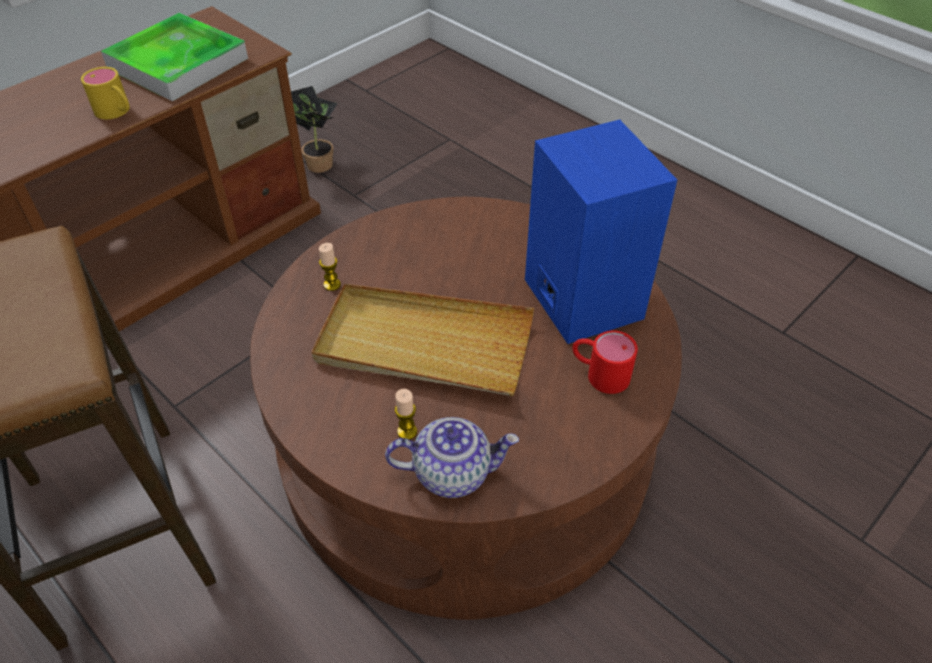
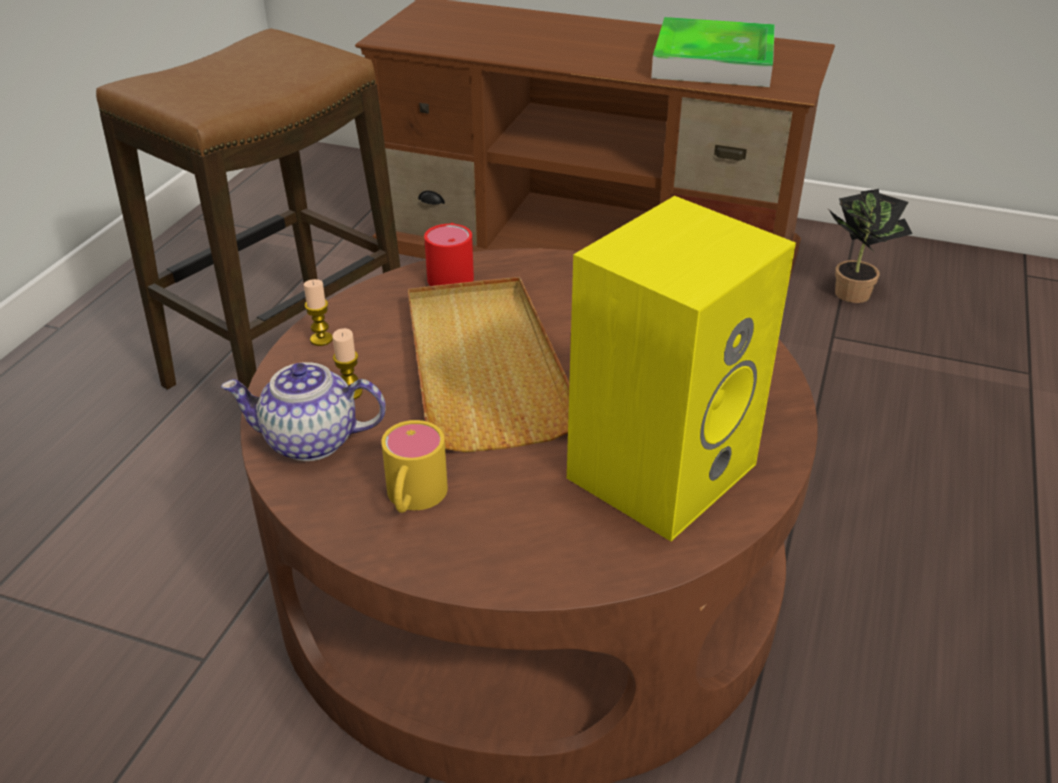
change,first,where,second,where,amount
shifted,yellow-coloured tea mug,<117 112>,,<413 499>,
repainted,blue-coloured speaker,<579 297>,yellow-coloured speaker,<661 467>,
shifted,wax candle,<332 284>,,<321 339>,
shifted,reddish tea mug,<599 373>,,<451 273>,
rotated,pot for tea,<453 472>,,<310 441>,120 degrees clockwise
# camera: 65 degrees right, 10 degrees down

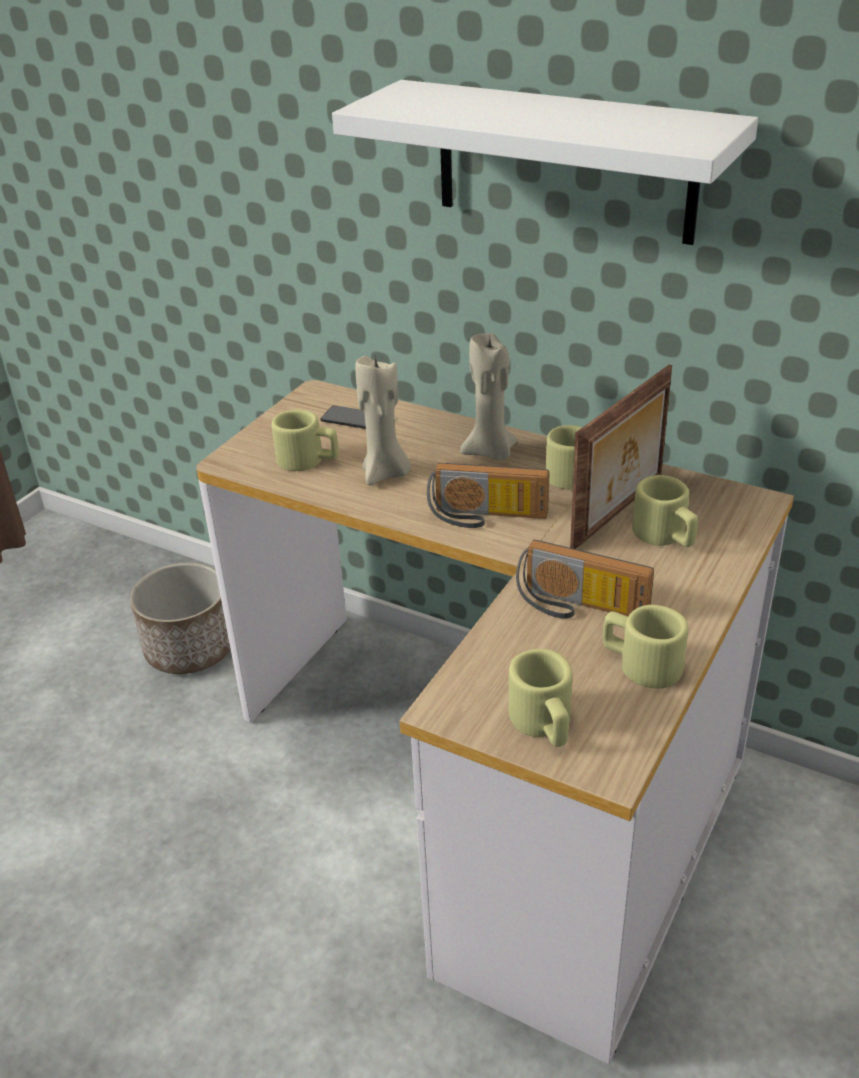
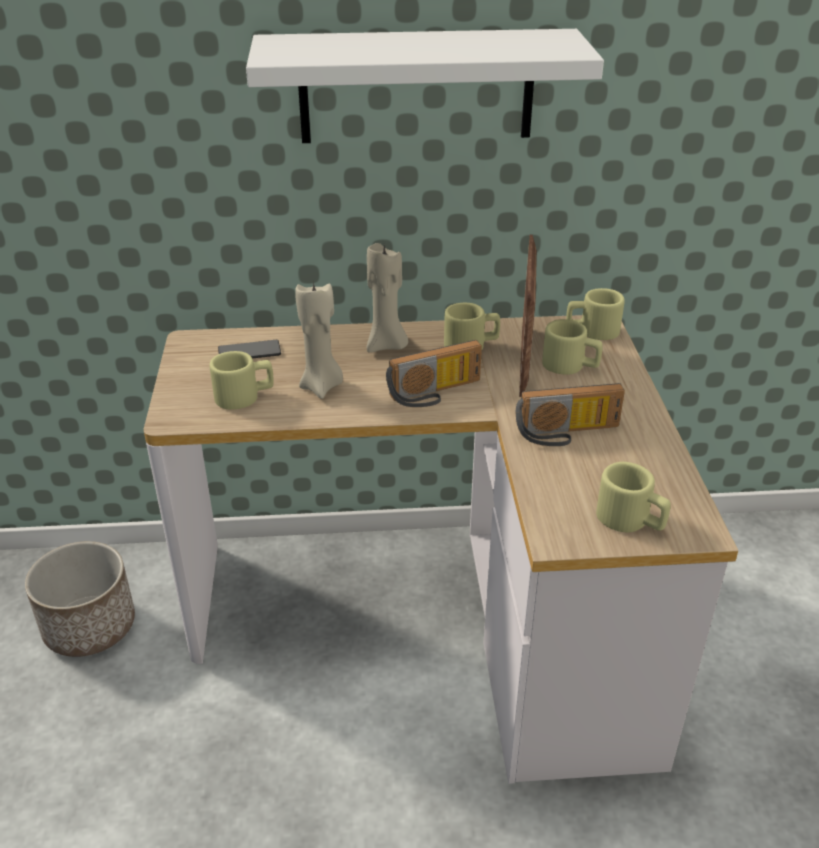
change,first,where,second,where,amount
shifted,sand-coloured tea mug,<640 664>,,<592 331>,
# camera: 35 degrees left, 0 degrees up

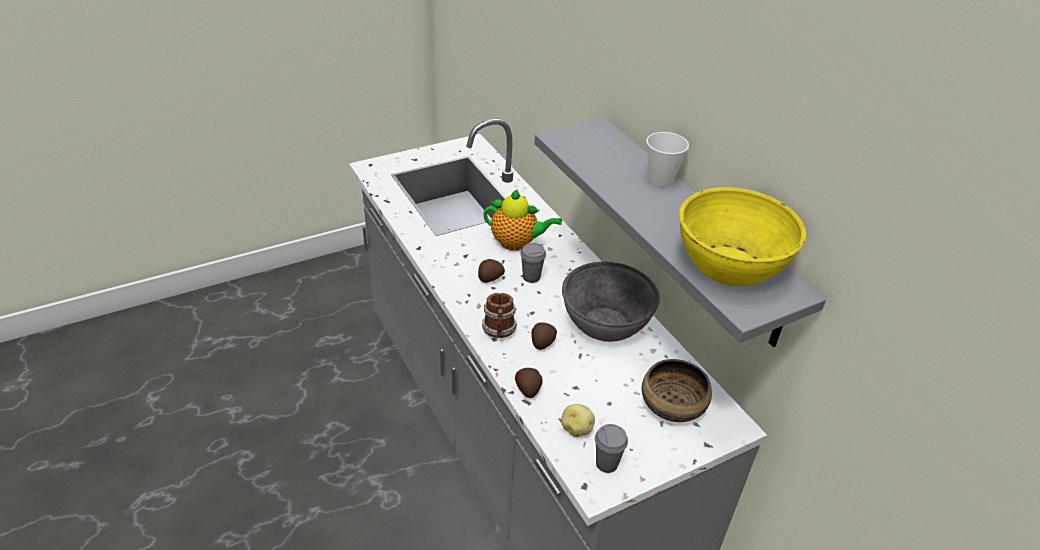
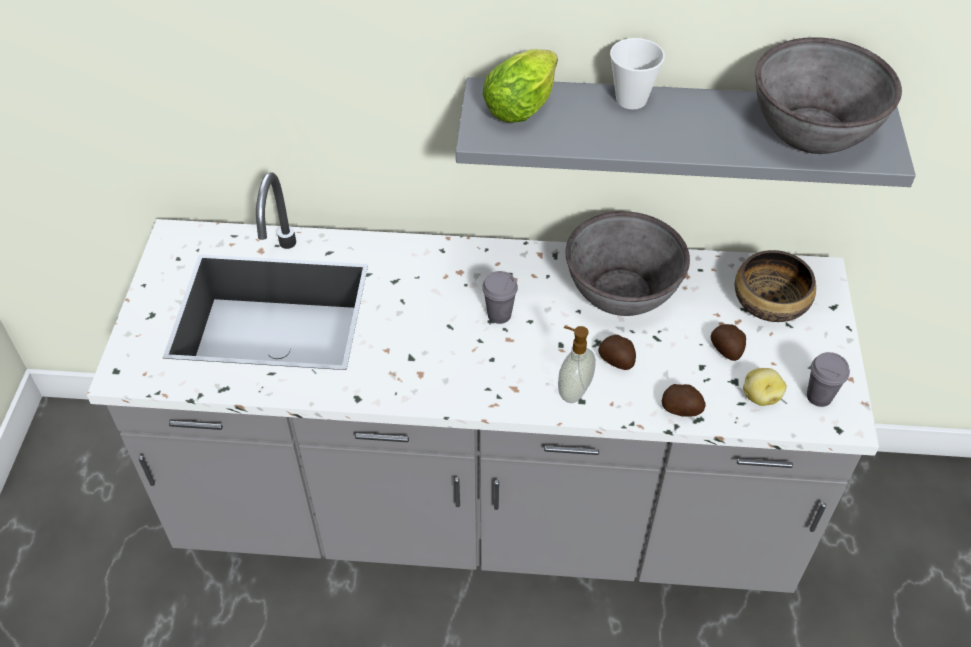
change,first,where,second,where,amount
repainted,yellow-coloured serving bowl,<729 266>,gray serving bowl,<813 130>,
gone,pot for tea,<517 243>,,,
shifted,whole potato,<490 278>,,<727 350>,
swapped,tea mug,<499 332>,soap bottle,<573 390>,
new,,,lettuce head,<524 104>,
# camera: 55 degrees left, 10 degrees up

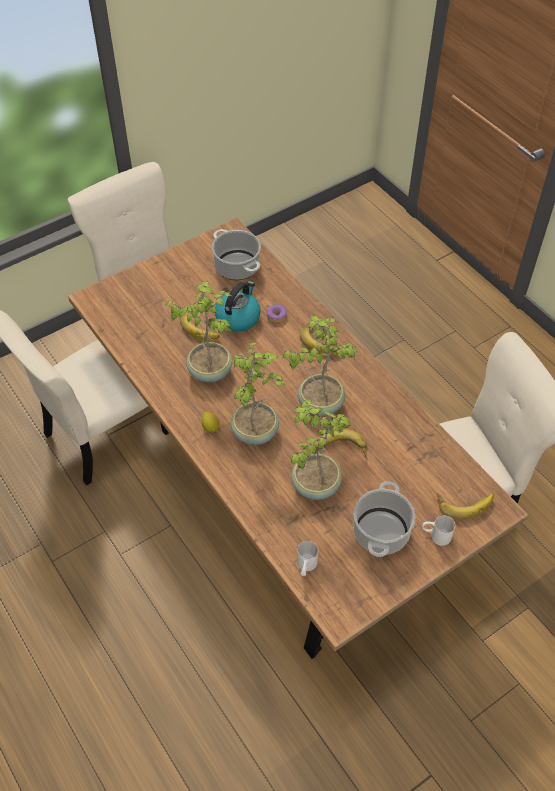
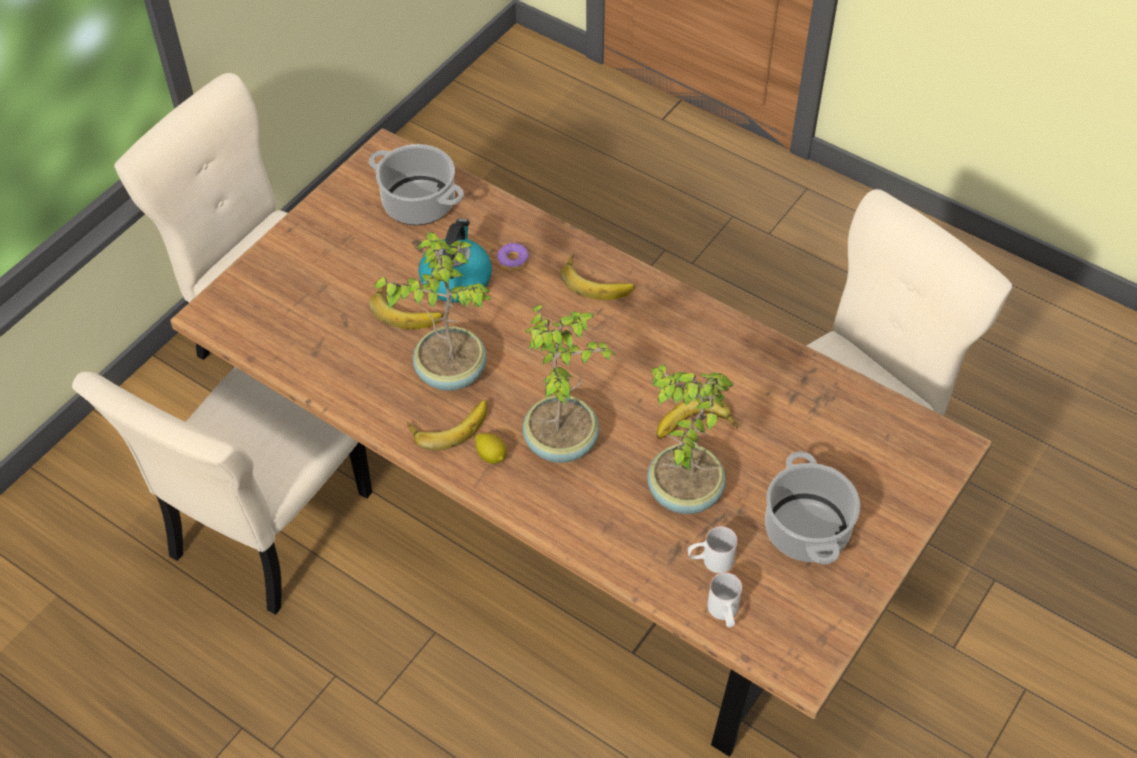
change,first,where,second,where,amount
gone,potted plant,<320 403>,,,
shifted,banana fruit,<464 502>,,<449 424>,
shifted,white-coloured tea mug,<435 535>,,<710 560>,
# camera: 20 degrees left, 0 degrees up

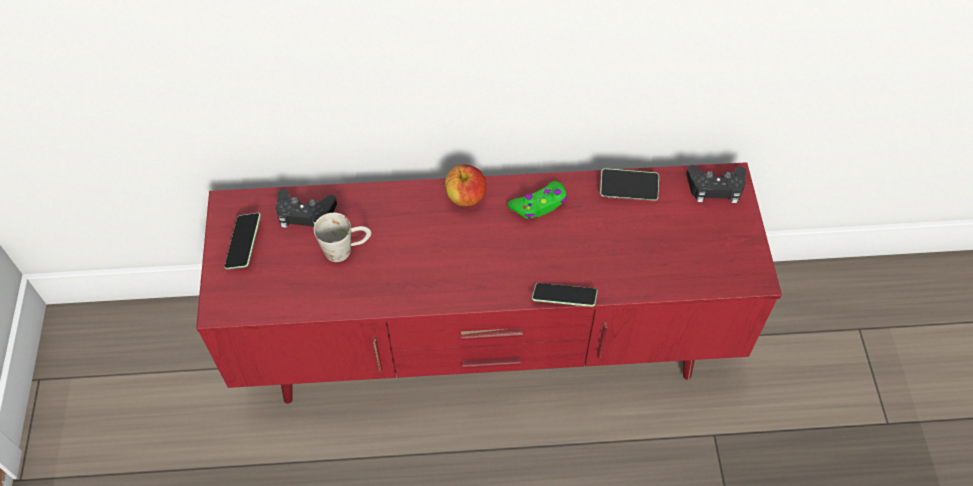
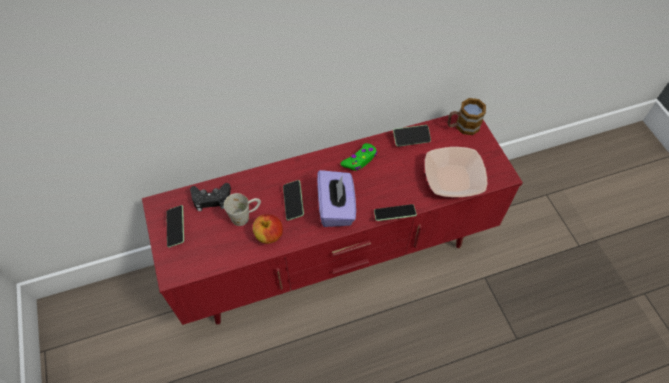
change,first,where,second,where,amount
shifted,apple fruit,<466 197>,,<269 235>,
swapped,black-coloured game controller,<715 187>,tea mug,<462 126>,
new,,,serving bowl,<453 179>,
new,,,purple tissue holder,<336 208>,
new,,,phone,<293 203>,
# camera: 15 degrees left, 0 degrees up

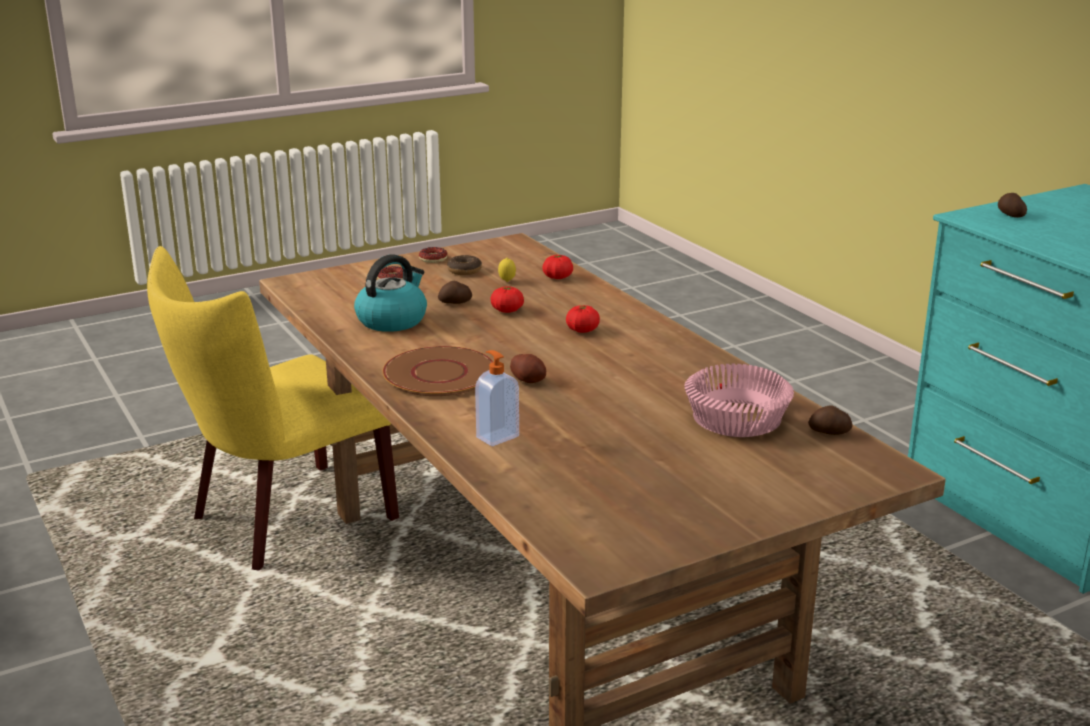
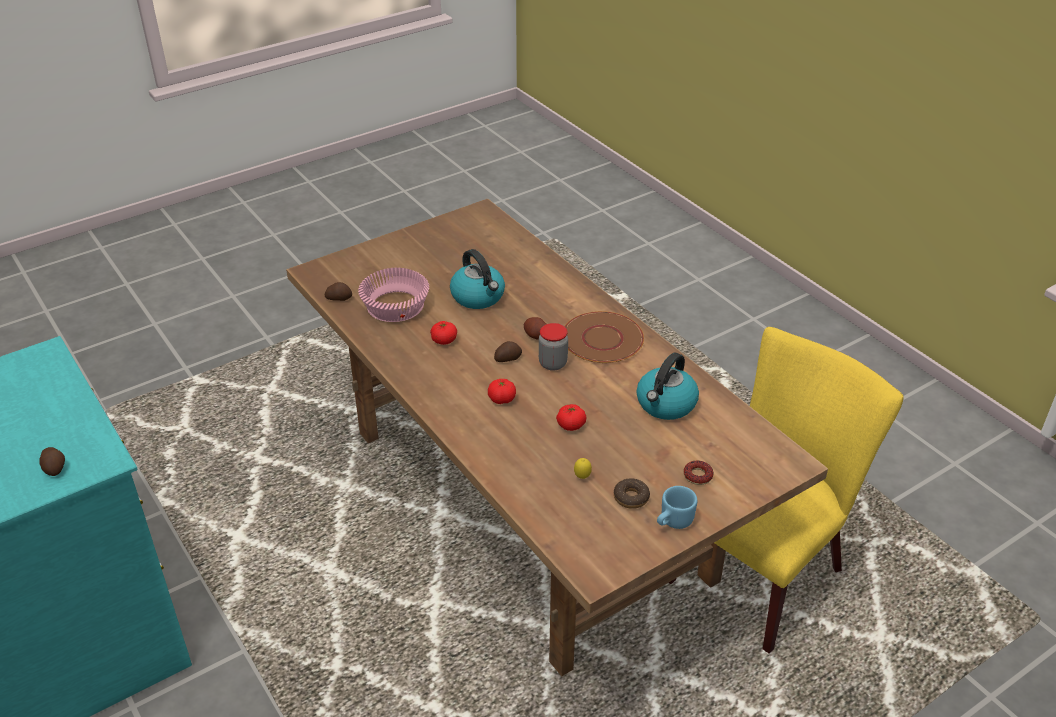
change,first,where,second,where,amount
swapped,donut,<433 259>,blue-coloured tea mug,<672 522>,
shifted,tomato,<557 277>,,<444 340>,
shifted,whole potato,<455 303>,,<507 358>,
gone,soap bottle,<496 436>,,,
new,,,tea kettle,<478 297>,
new,,,preserve jar,<553 363>,
# camera: 175 degrees right, 15 degrees up

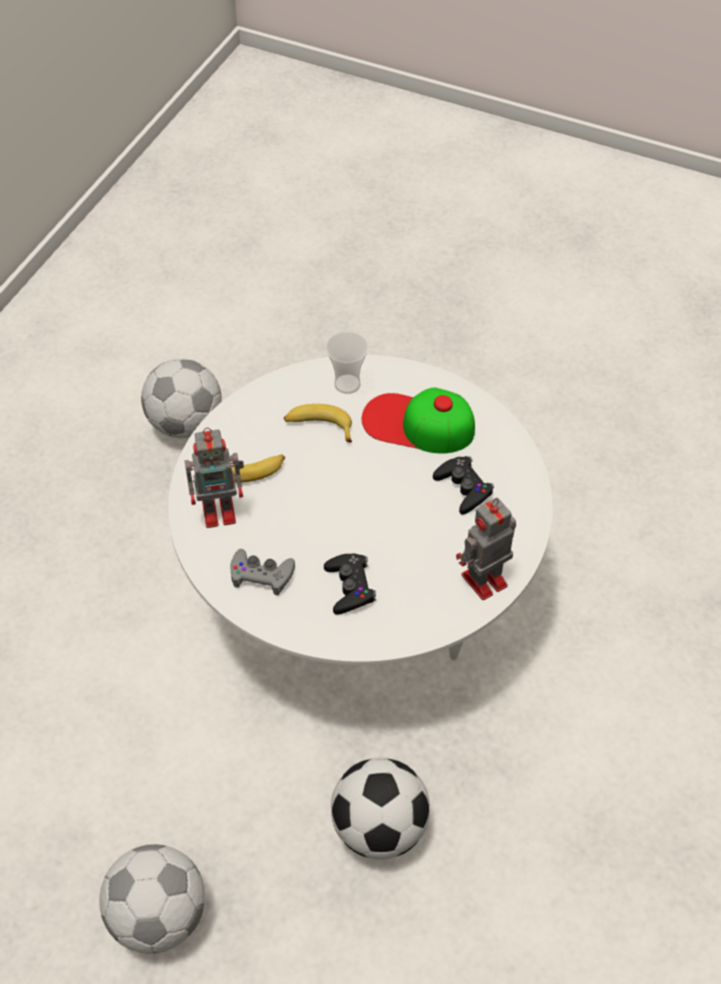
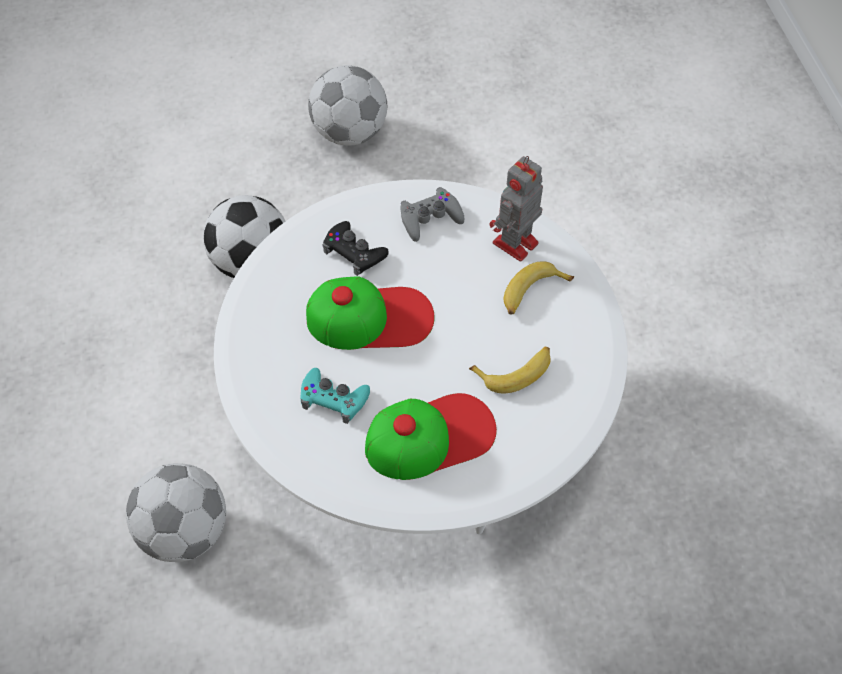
change,first,where,second,where,amount
gone,cup,<347 384>,,,
shifted,football ball,<186 423>,,<184 532>,
repainted,black-coloured game controller,<463 488>,turquoise game controller,<333 398>,
gone,model robot,<482 581>,,,
new,,,peaked cap,<370 318>,
# camera: 140 degrees right, 5 degrees up

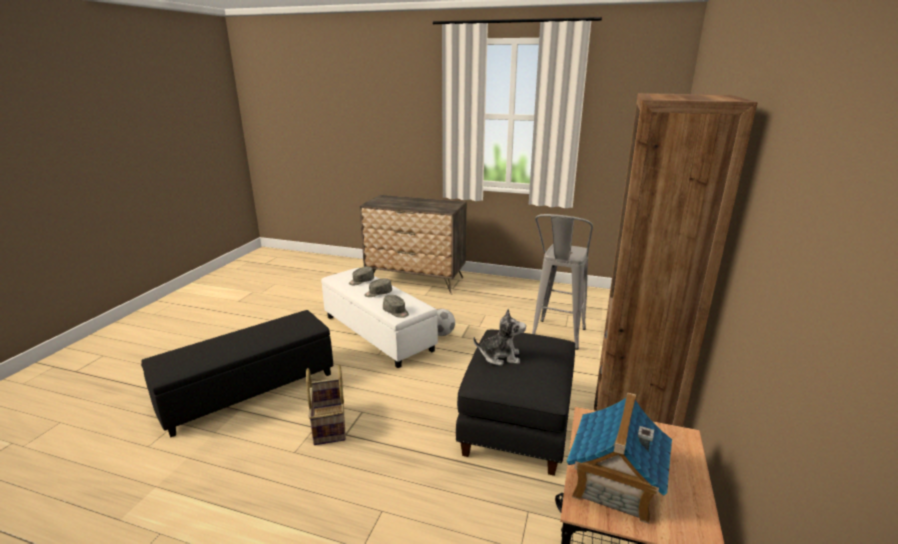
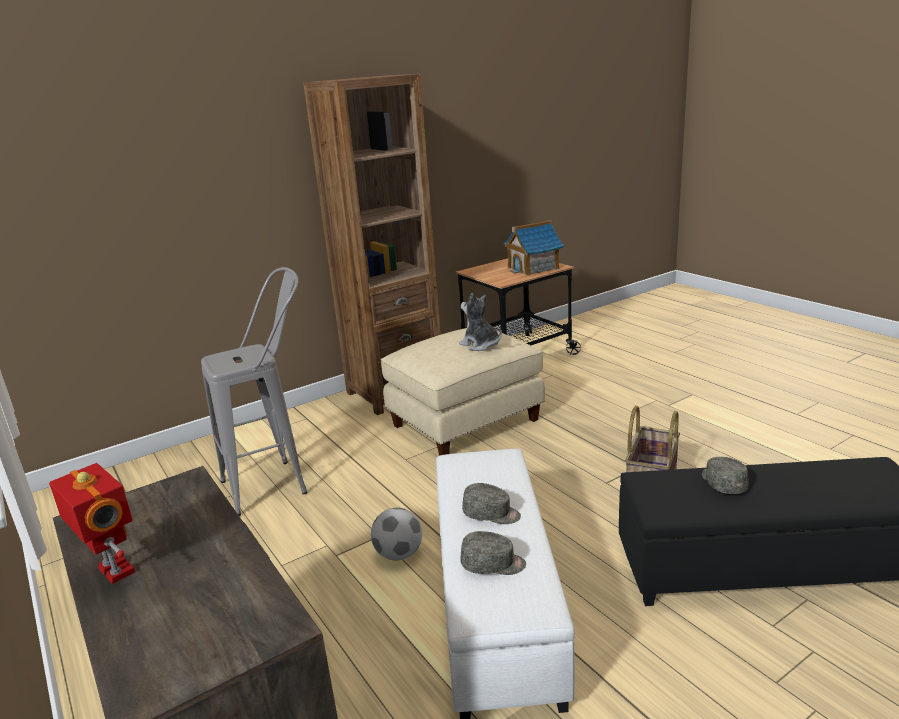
change,first,where,second,where,amount
shifted,gray peaked cap,<396 312>,,<722 483>,
repainted,black-coloured ottoman,<516 425>,sand-coloured ottoman,<465 423>,
new,,,model robot,<114 571>,
# camera: 140 degrees left, 0 degrees up

